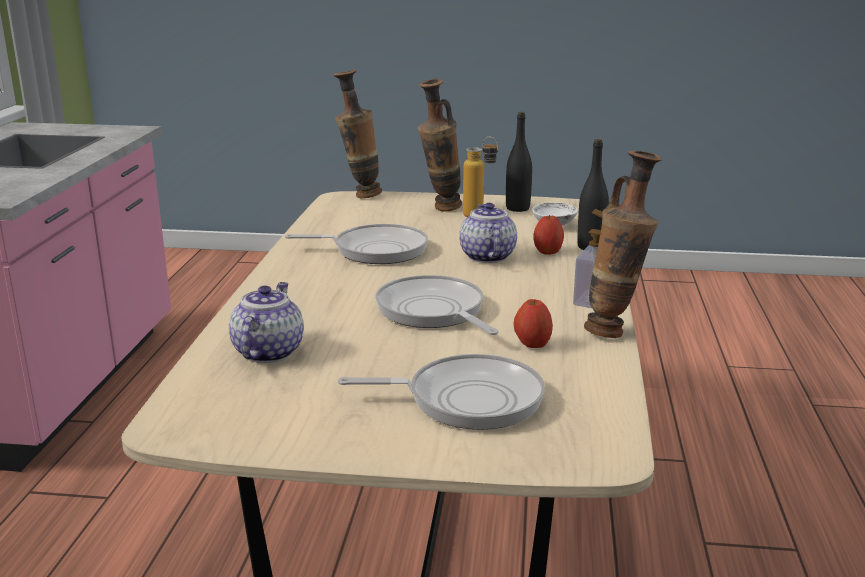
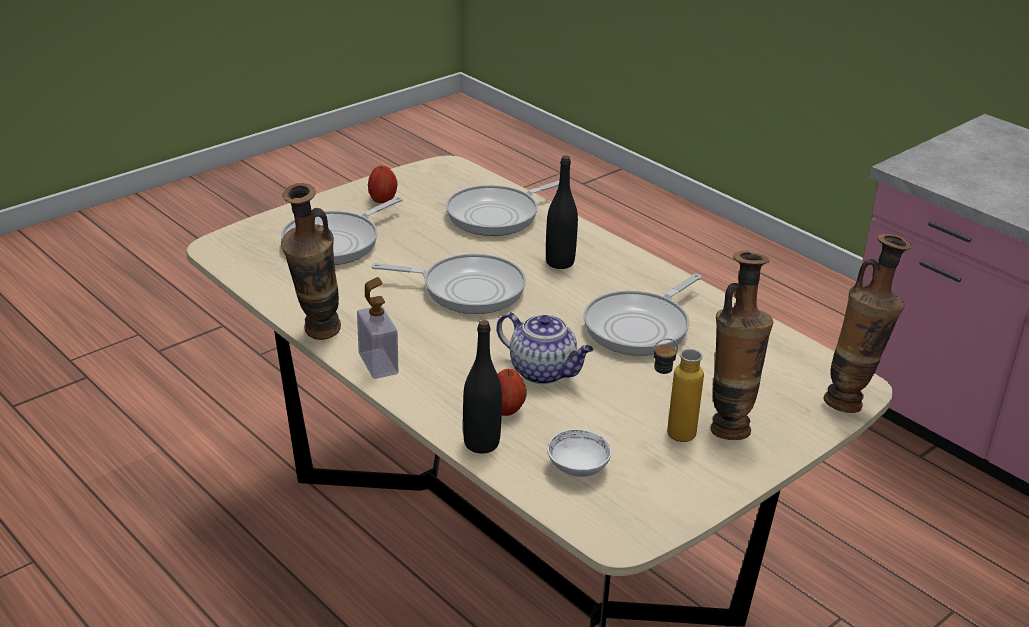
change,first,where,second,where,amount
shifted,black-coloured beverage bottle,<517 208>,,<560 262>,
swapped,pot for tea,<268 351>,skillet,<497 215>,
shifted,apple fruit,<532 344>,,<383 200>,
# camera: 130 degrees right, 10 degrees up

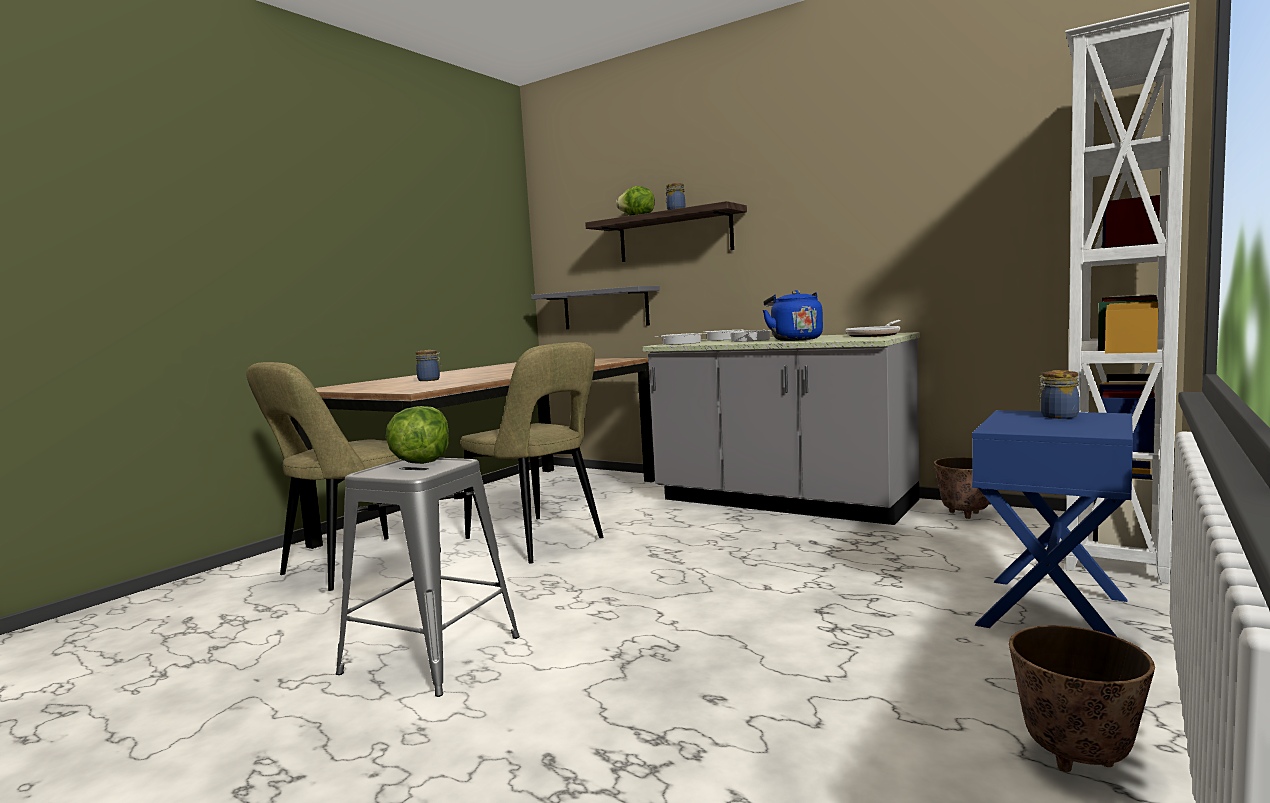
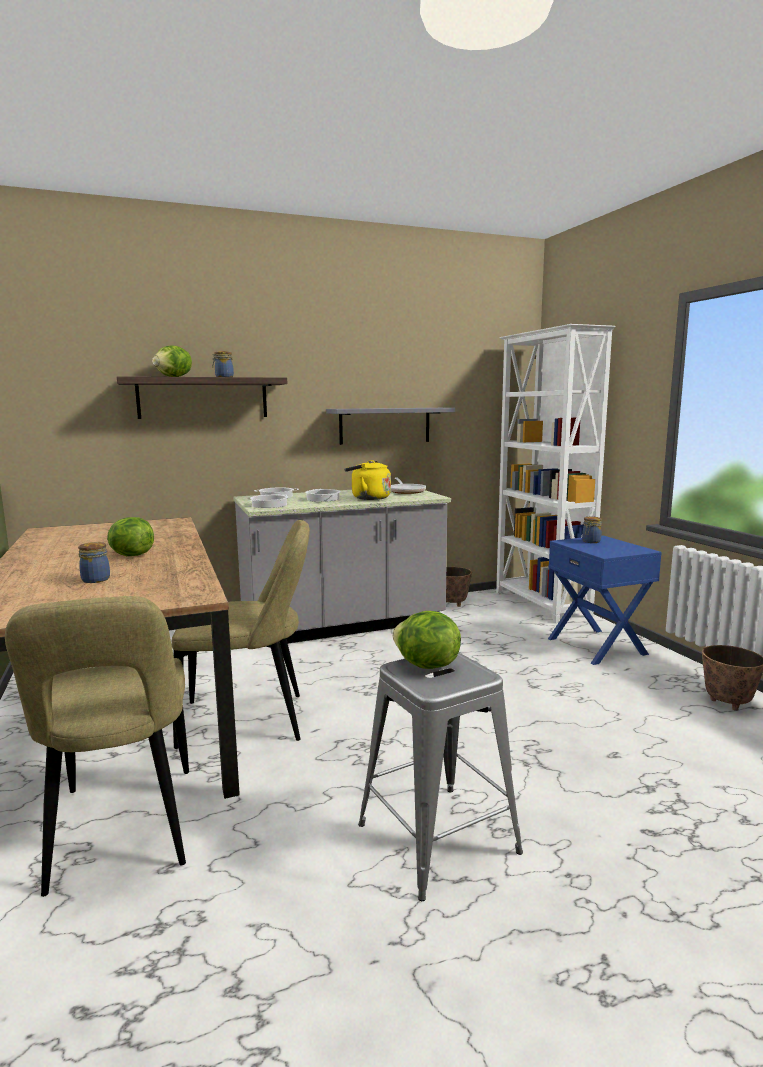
change,first,where,second,where,amount
shifted,gray wall shelf,<605 308>,,<385 425>,
repainted,blue-coloured tea kettle,<794 339>,yellow-coloured tea kettle,<368 498>,
new,,,lettuce head,<131 555>,
# camera: 55 degrees left, 5 degrees up

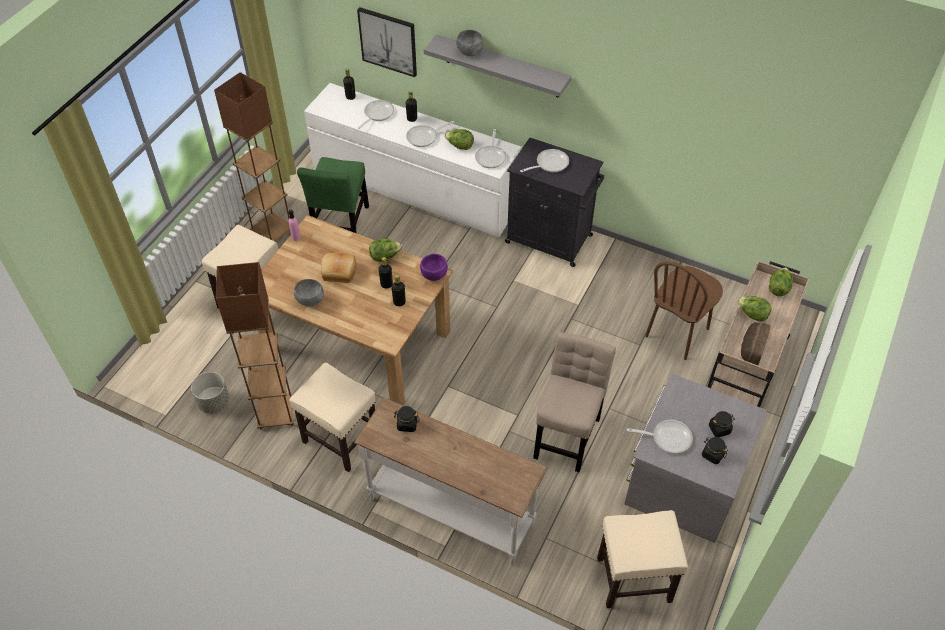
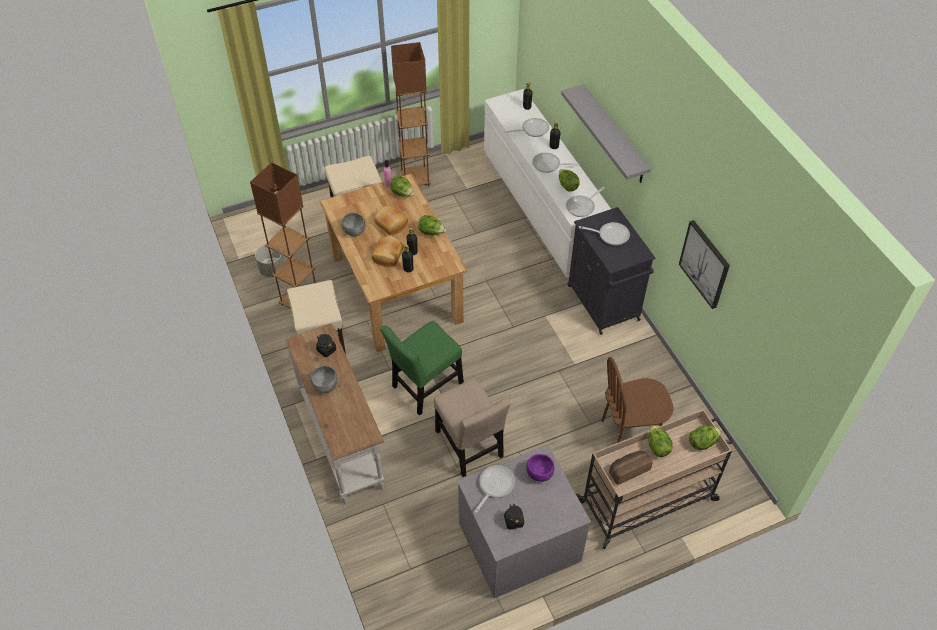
change,first,where,second,where,amount
shifted,wall picture,<388 41>,,<705 264>,
shifted,gray serving bowl,<469 52>,,<325 386>,
shifted,greenish plain chair,<341 226>,,<425 387>,
shifted,purple serving bowl,<434 275>,,<539 474>,
rotated,sand-coloured plain chair,<567 433>,,<470 447>,90 degrees clockwise
gone,black-coloured preserve jar,<719 429>,,,
rotated,skillet,<667 437>,,<494 486>,105 degrees counterclockwise
gone,sand-coloured sitting stool,<633 580>,,,
new,,,lettuce head,<402 193>,
new,,,bread,<388 256>,
# camera: 40 degrees right, 0 degrees up

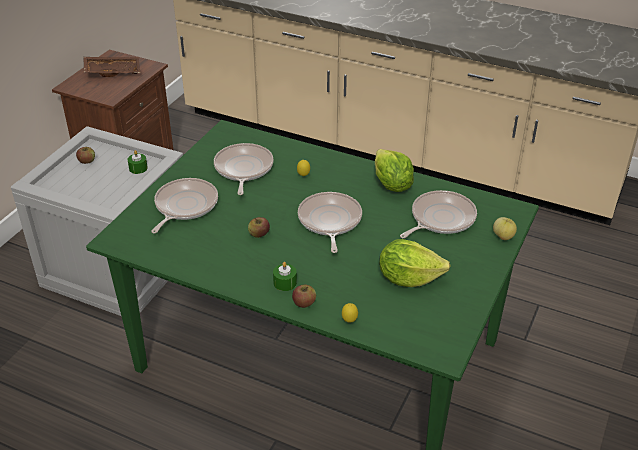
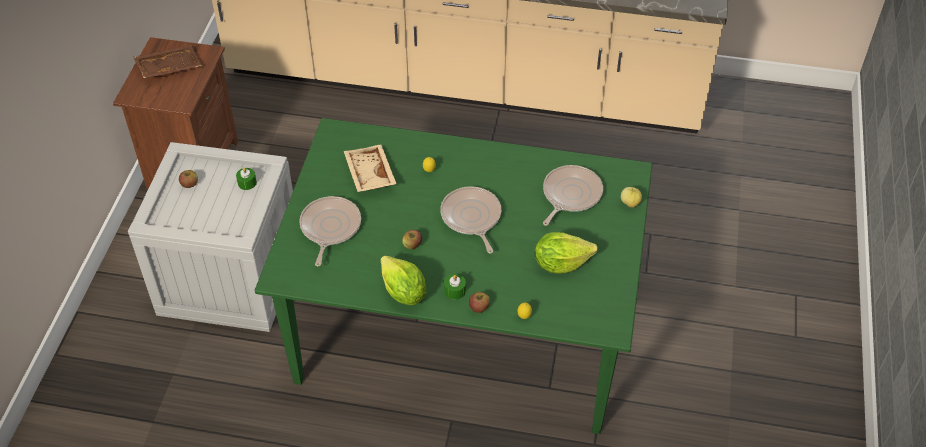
change,first,where,second,where,amount
swapped,skillet,<243 169>,sand-coloured carrying tray,<368 175>,
shifted,lettuce head,<391 185>,,<403 293>,
# camera: 15 degrees left, 10 degrees up

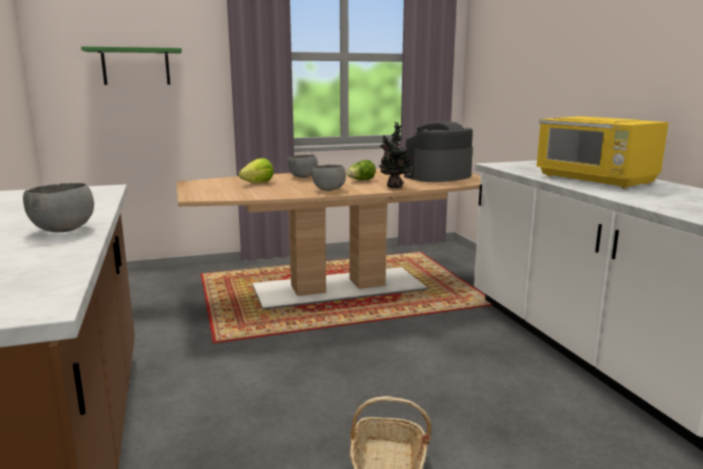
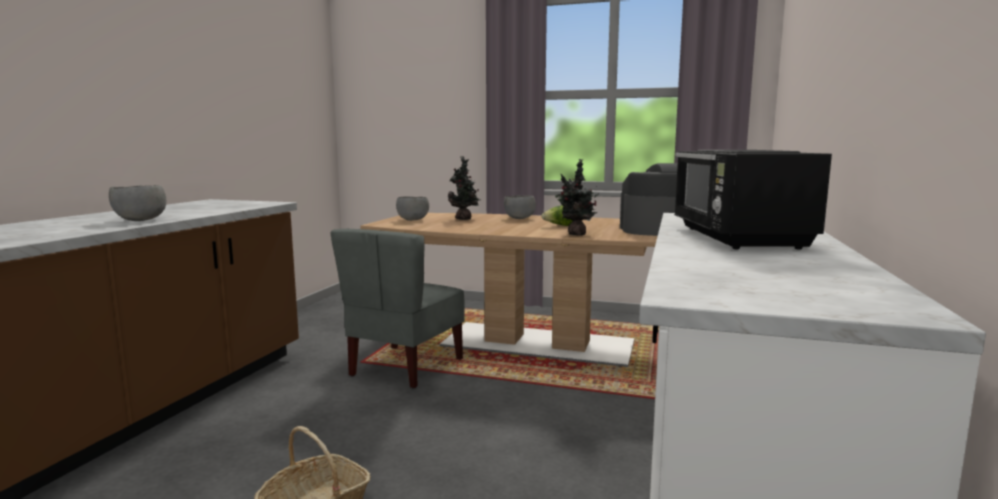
change,first,where,second,where,amount
gone,greenish wall shelf,<136 67>,,,
repainted,yellow-coloured microwave,<595 180>,black-coloured microwave,<738 238>,
swapped,lettuce head,<258 183>,potted plant,<464 219>,
shifted,gray serving bowl,<328 190>,,<412 220>,
new,,,gray plain chair,<405 367>,
# camera: 35 degrees right, 5 degrees down

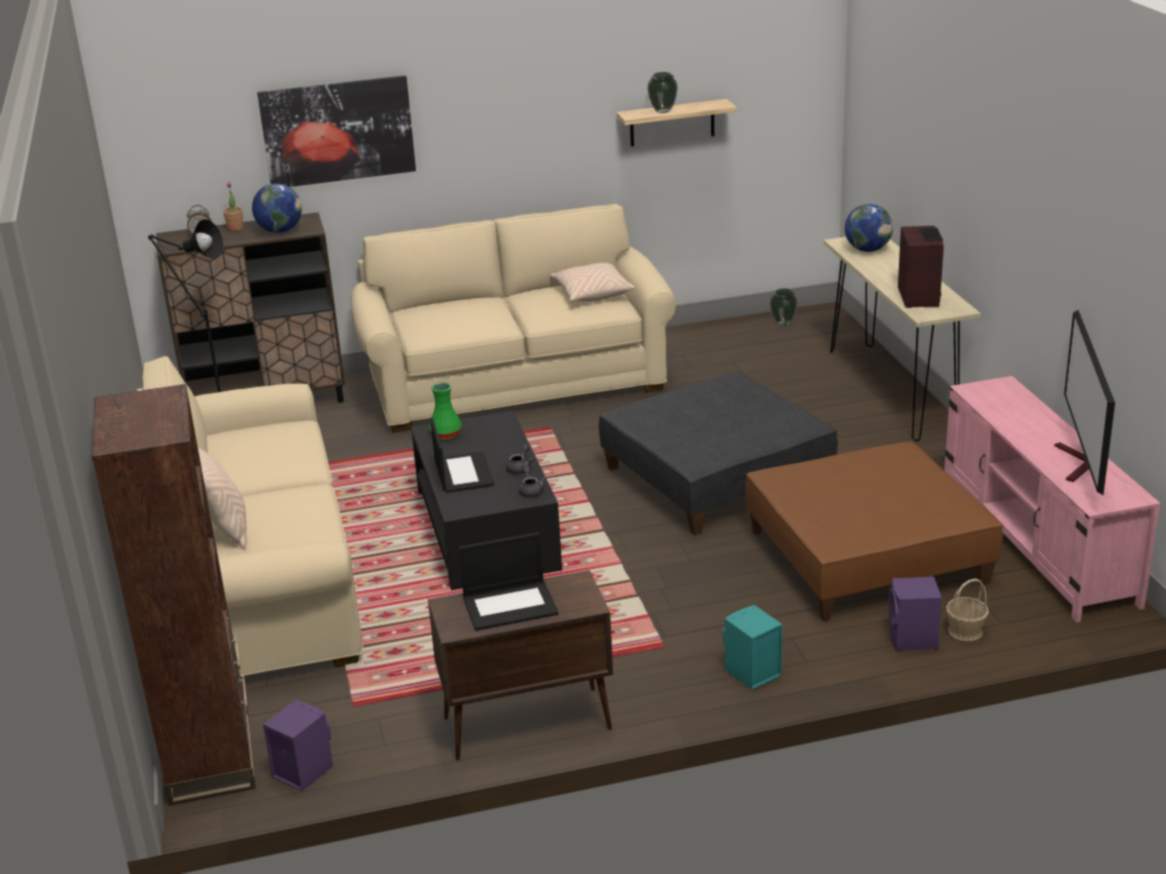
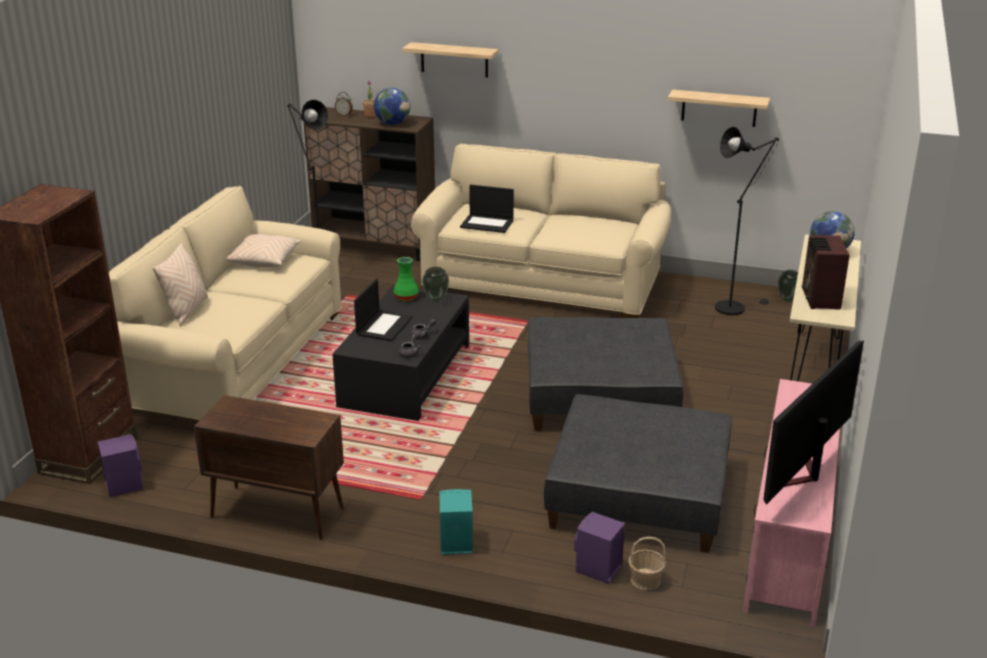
change,first,where,second,where,amount
shifted,decorative vase,<662 111>,,<435 300>,
swapped,wall picture,<338 131>,wall shelf,<454 60>,
rotated,radio,<919 297>,,<820 299>,150 degrees clockwise
shifted,sand-coloured cushion,<592 293>,,<264 260>,
repainted,brownish ottoman,<866 558>,gray ottoman,<637 495>,
shifted,notebook computer,<511 605>,,<487 223>,
new,,,black-coloured standing lamp,<734 307>,
# camera: 30 degrees right, 0 degrees up

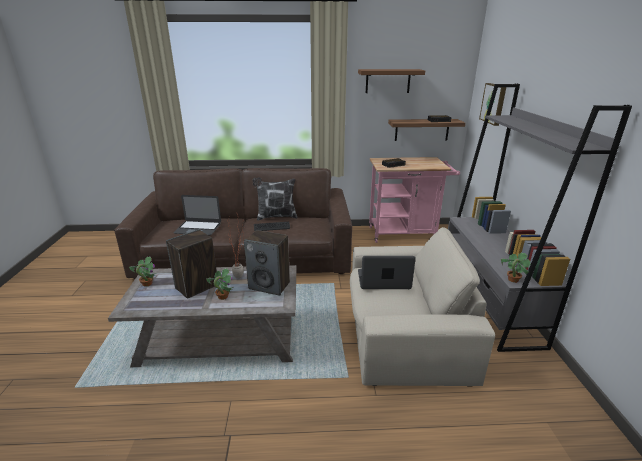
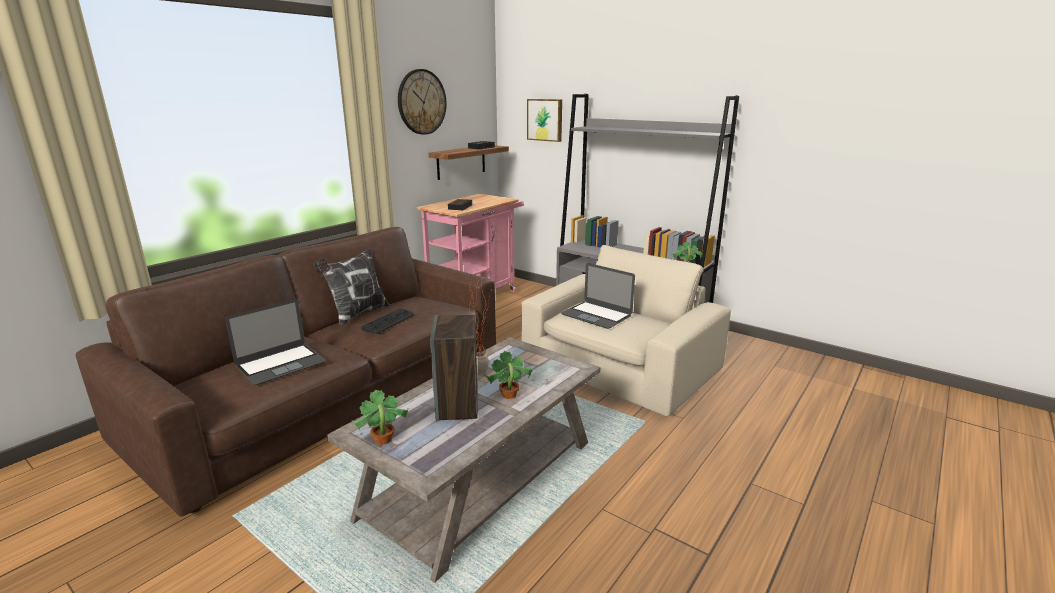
change,first,where,second,where,amount
swapped,brownish wall shelf,<388 81>,clock on the wall,<421 102>,
gone,speaker,<270 285>,,,
rotated,notebook computer,<383 280>,,<596 315>,90 degrees counterclockwise
# camera: 50 degrees left, 5 degrees down

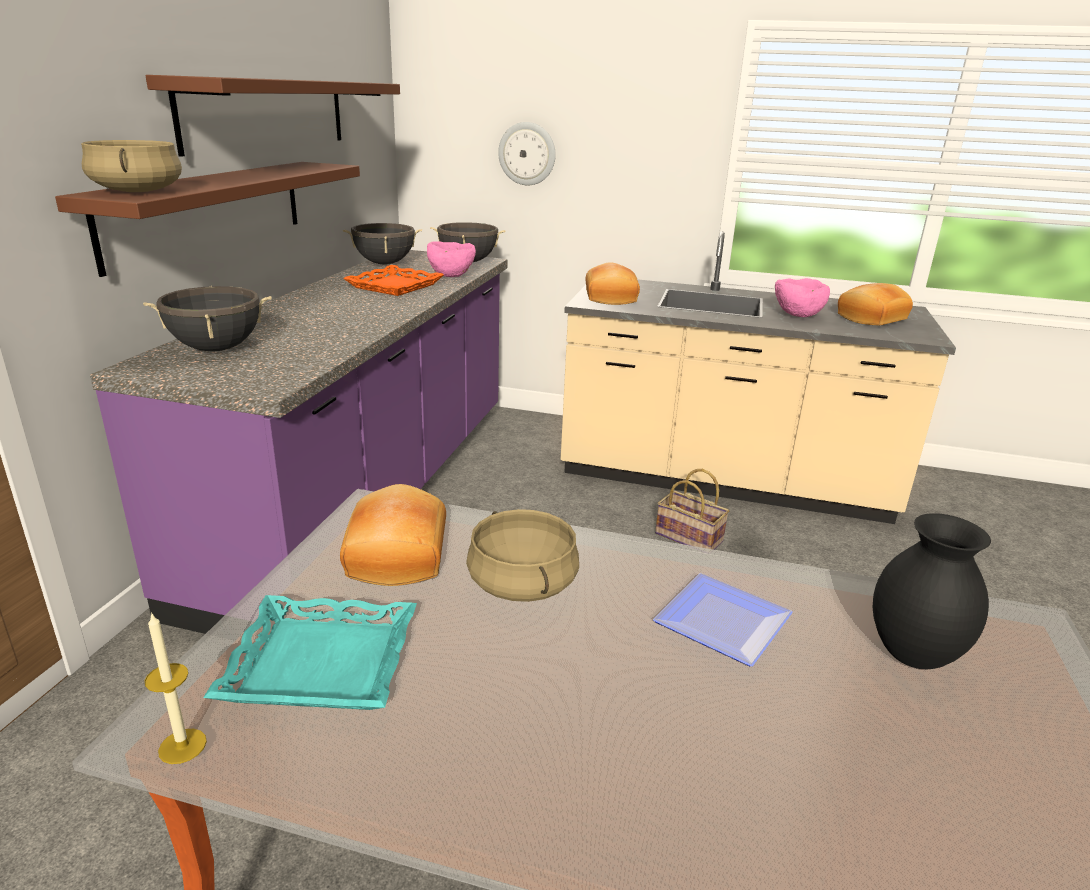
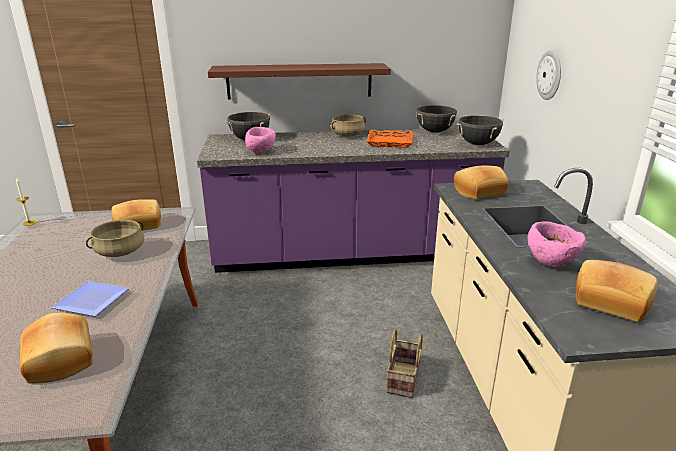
change,first,where,second,where,amount
gone,brownish wall shelf,<268 113>,,,
shifted,sand-coloured cooking pot,<138 191>,,<347 135>,
shifted,pink-coloured serving bowl,<451 276>,,<261 152>,
swapped,black-coloured decorative vase,<913 654>,bread,<62 359>,
gone,turquoise carrying tray,<322 662>,,,
# camera: 70 degrees right, 0 degrees up

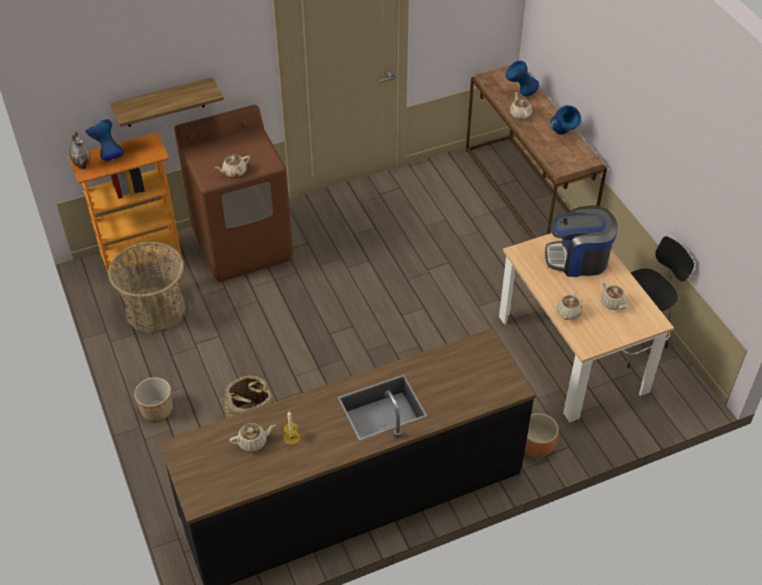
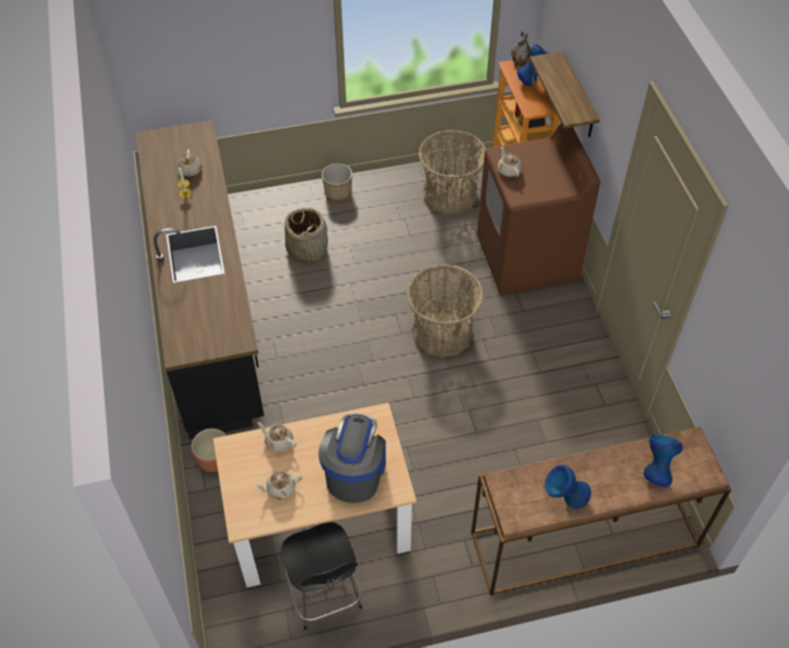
change,first,where,second,where,amount
gone,sand-coloured pot for tea,<520 114>,,,
new,,,storage basket,<442 332>,
# camera: 100 degrees right, 5 degrees up

